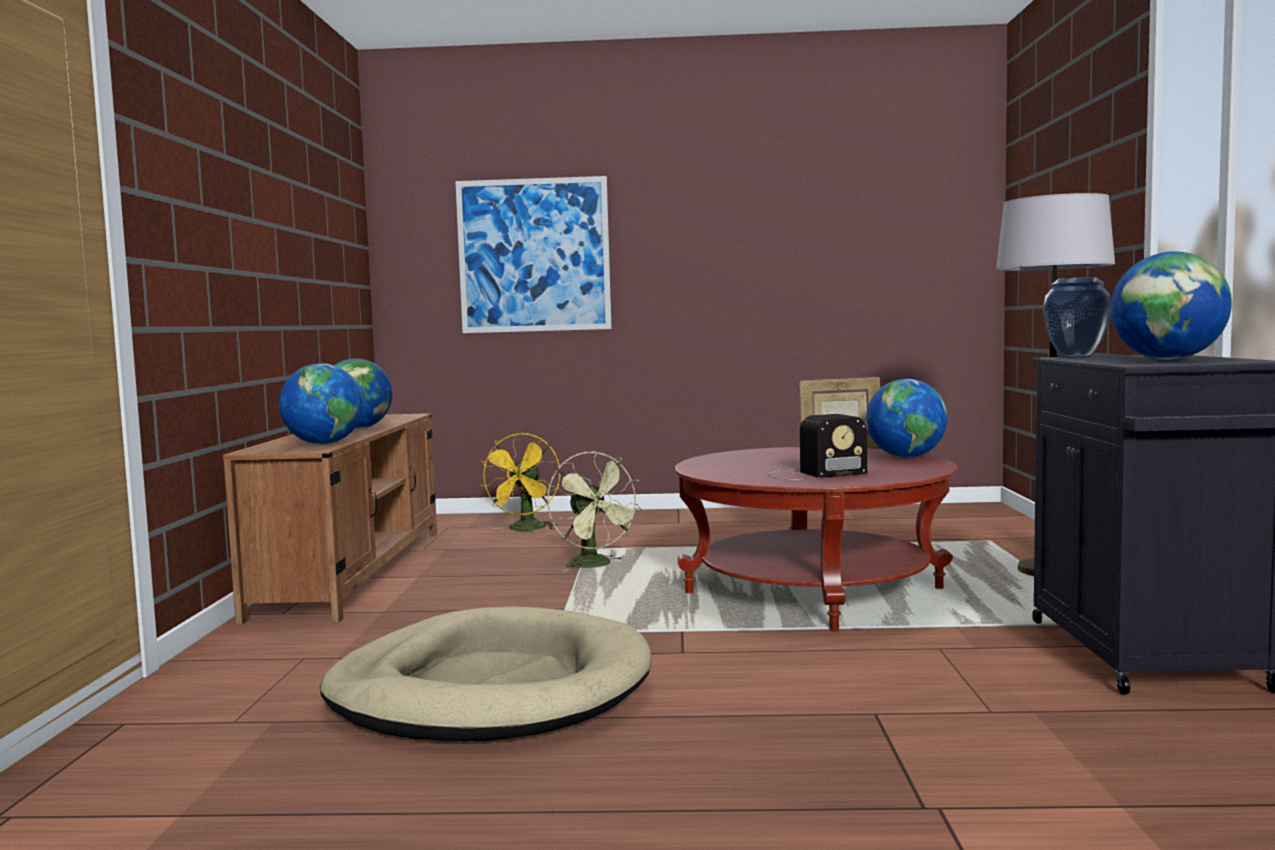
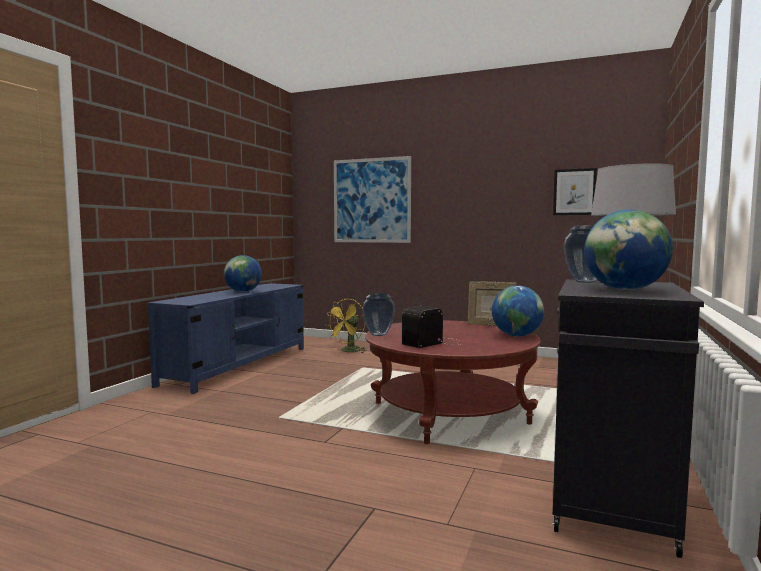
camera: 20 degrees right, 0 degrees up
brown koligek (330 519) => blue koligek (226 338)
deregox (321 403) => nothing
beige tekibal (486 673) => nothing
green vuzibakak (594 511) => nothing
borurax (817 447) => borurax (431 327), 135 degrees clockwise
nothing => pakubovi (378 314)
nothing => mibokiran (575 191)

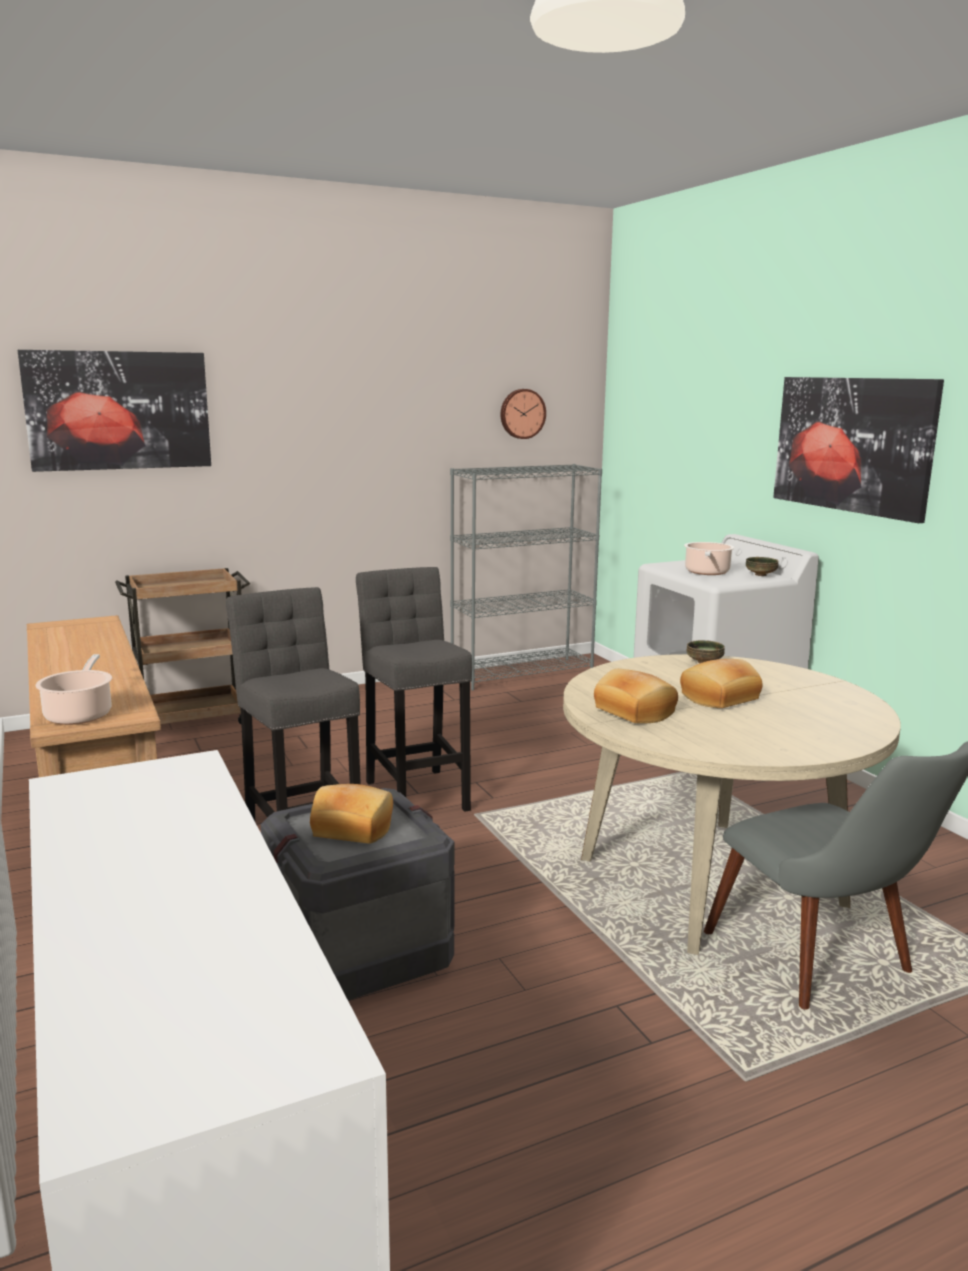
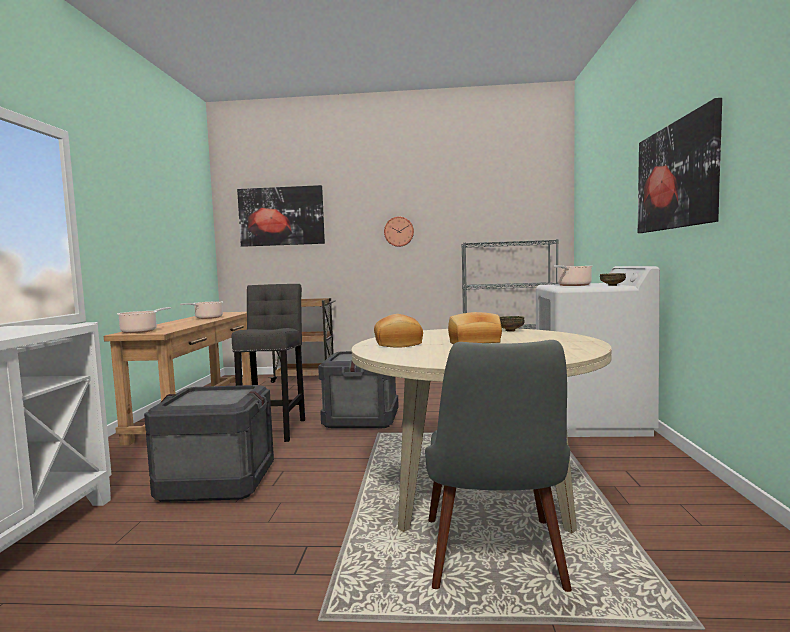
camera: 30 degrees right, 10 degrees down
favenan (351 814) => nothing
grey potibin (414 689) => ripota (358 389)
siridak (523 414) => siridak (399 232), moved
nothing => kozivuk (201 310)

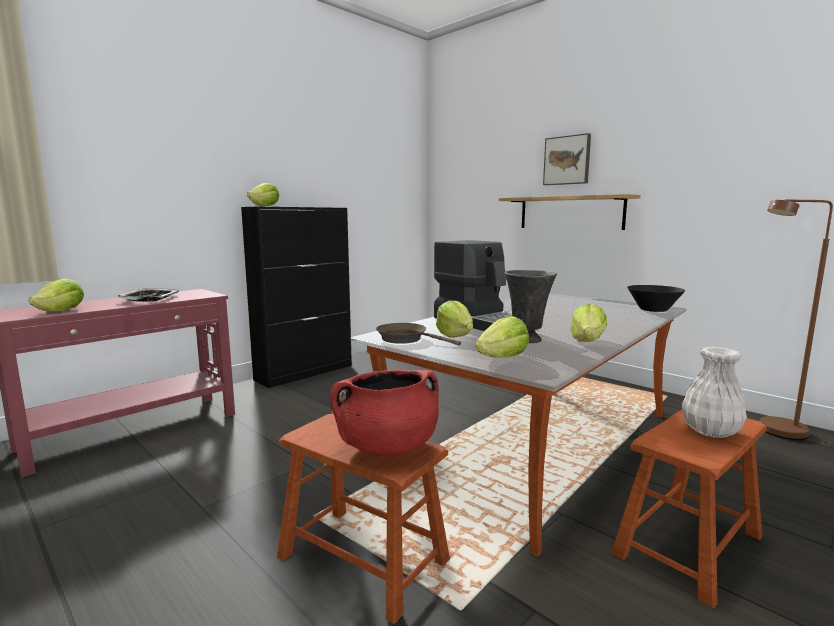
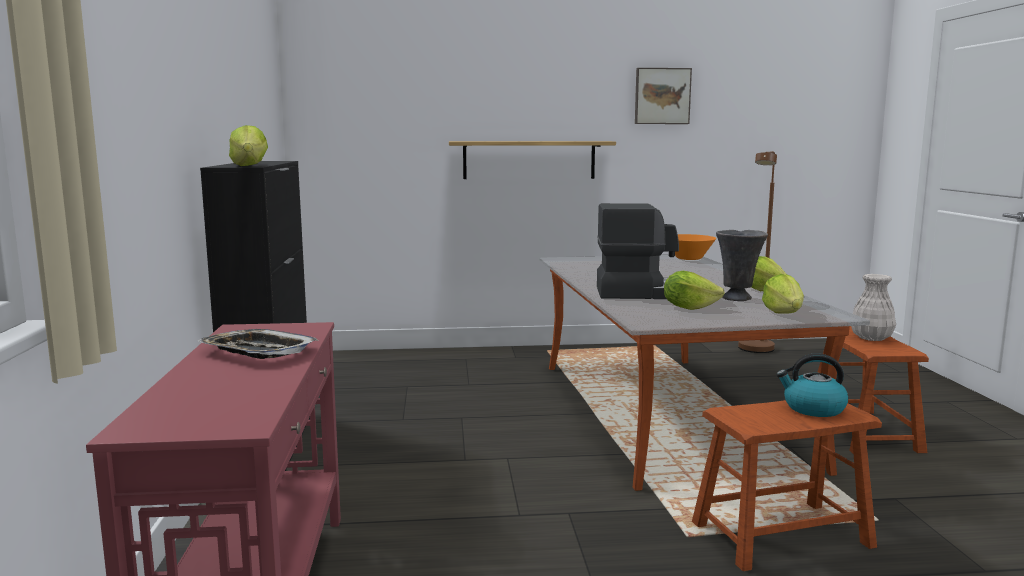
camera: 50 degrees left, 0 degrees up
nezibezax (56 295) => nothing
red kozivuk (384 413) => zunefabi (812 385)
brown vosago (418 334) => nothing
mibokiran (567 159) => mibokiran (663 96), moved
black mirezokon (656 298) => orange mirezokon (695 247)

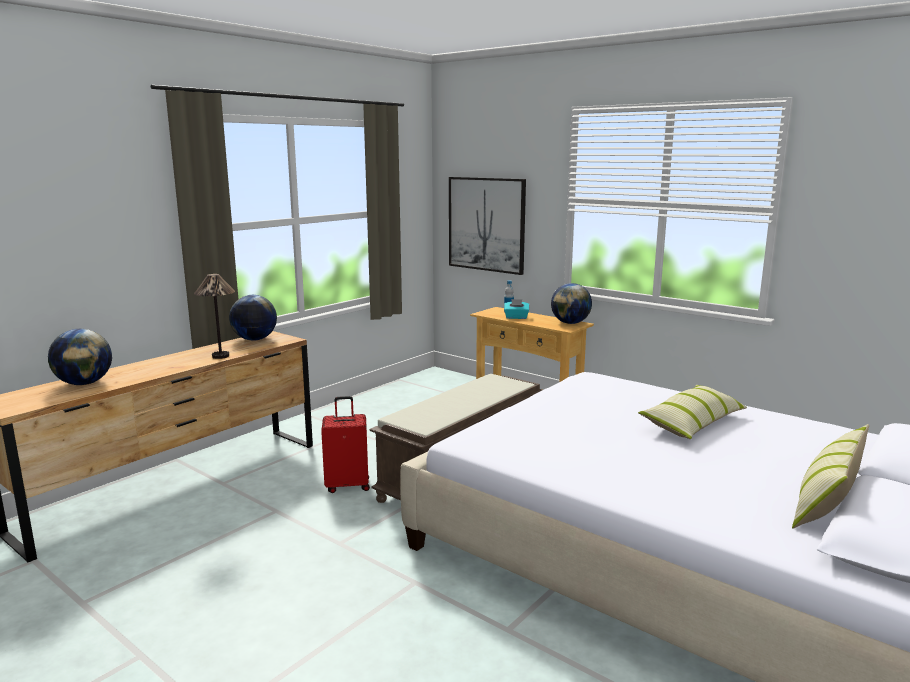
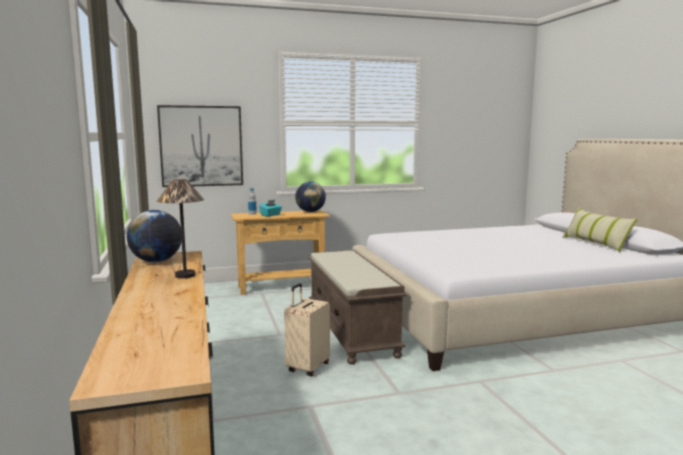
camera: 55 degrees left, 5 degrees down
deregox (80 357) => nothing
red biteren (345 444) => beige biteren (307 330)
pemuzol (692 412) => nothing

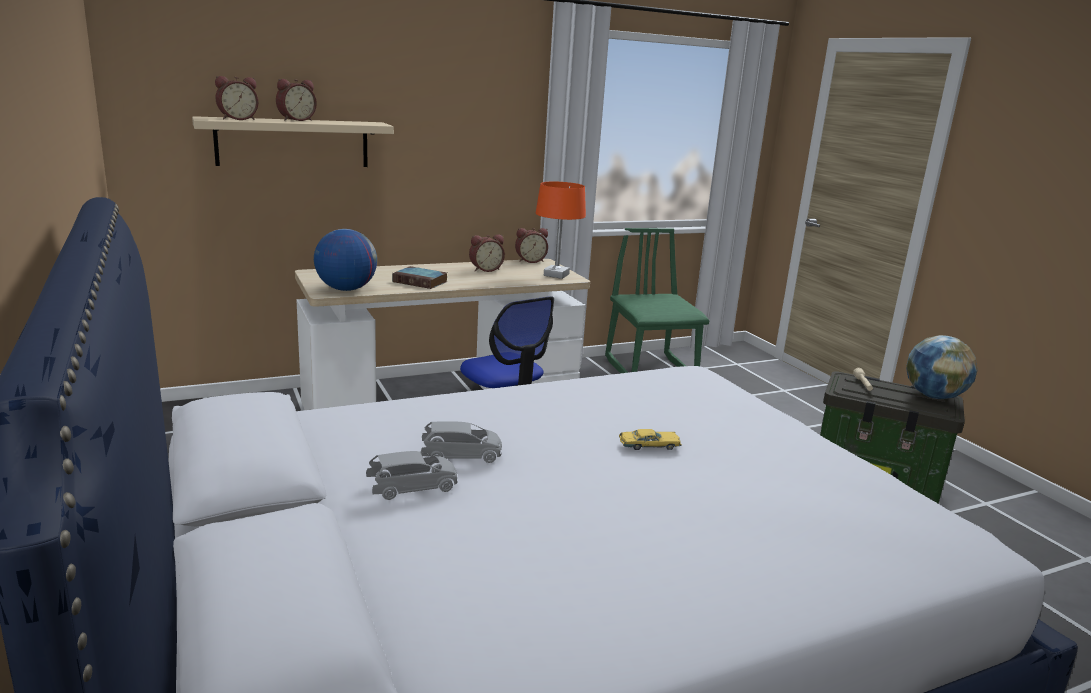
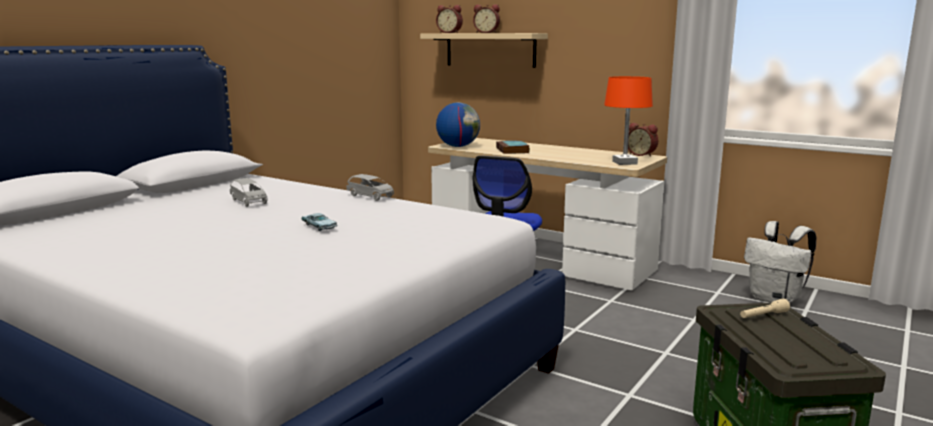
camera: 60 degrees right, 5 degrees down
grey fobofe (412 475) => grey fobofe (370 187), moved
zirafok (487 253) => nothing
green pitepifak (657 300) => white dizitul (780 262)
yellow fobofe (650 439) => blue fobofe (320 222)
deregox (941 367) => nothing

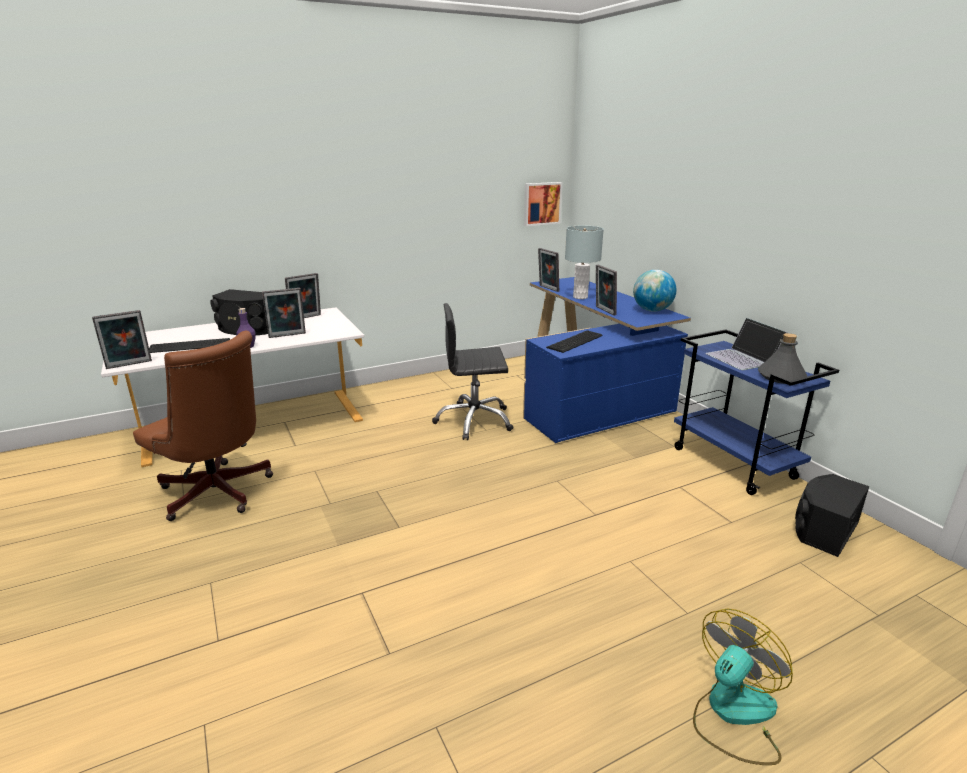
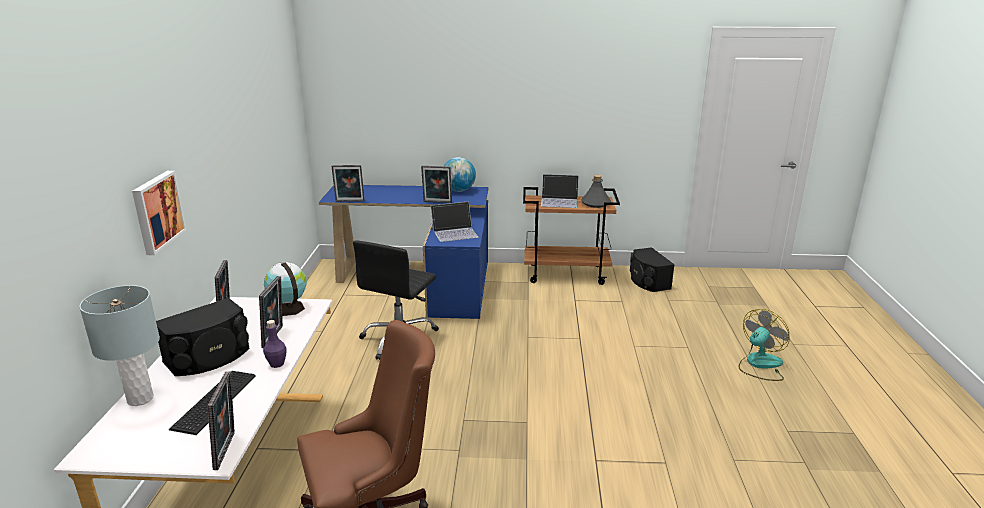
camera: 60 degrees left, 0 degrees up
mibokiran (543 204) => mibokiran (159 213), moved
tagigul (574 341) => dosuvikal (454 222)
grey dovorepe (584 262) => grey dovorepe (119 345), moved
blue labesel (756 412) => brown labesel (571 236)
vuzibakak (743 687) => vuzibakak (764 345), 60 degrees clockwise
nothing => deregox (285 289)

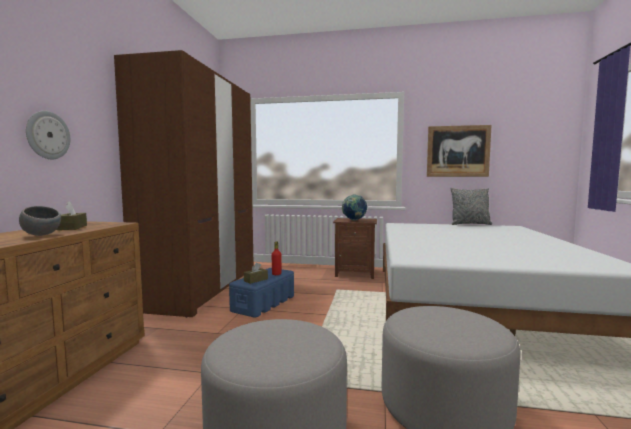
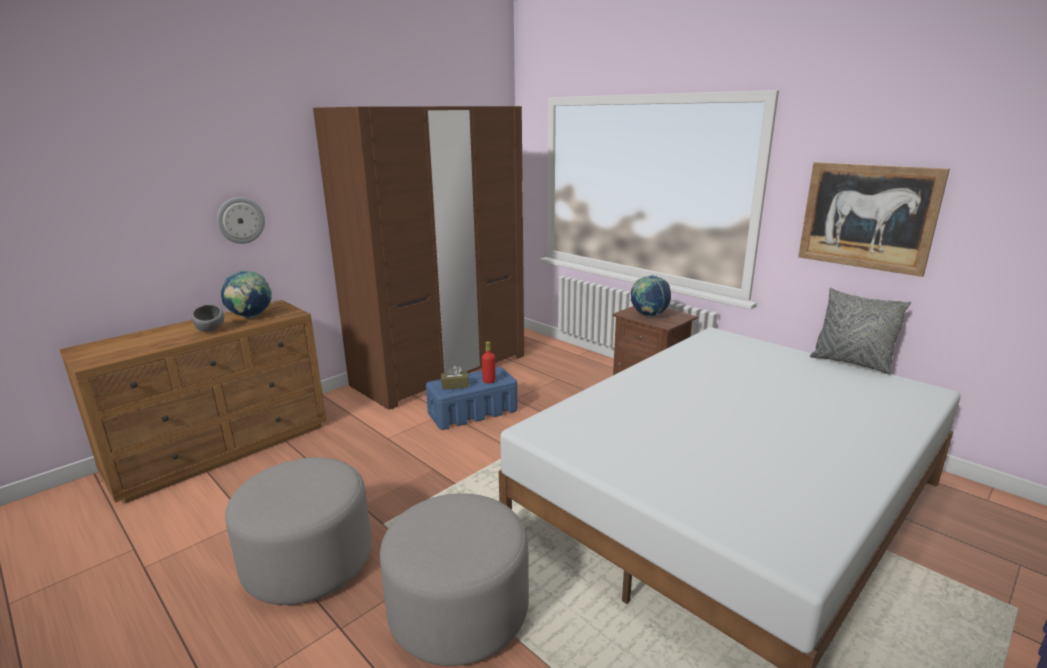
camera: 35 degrees right, 15 degrees up
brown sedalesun (71 216) => deregox (246 294)

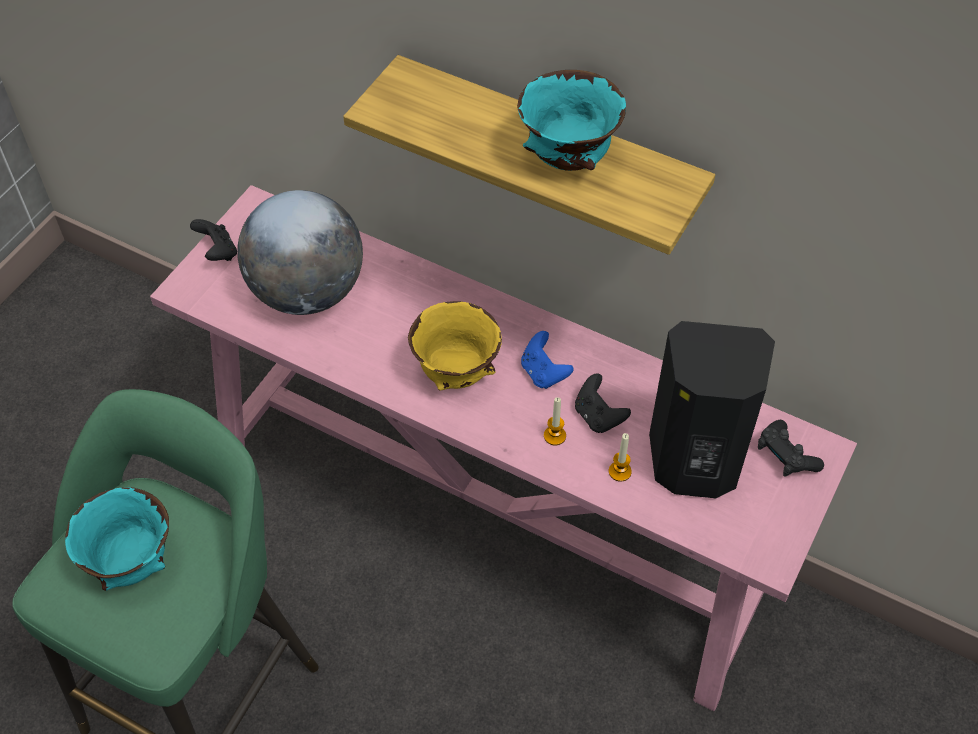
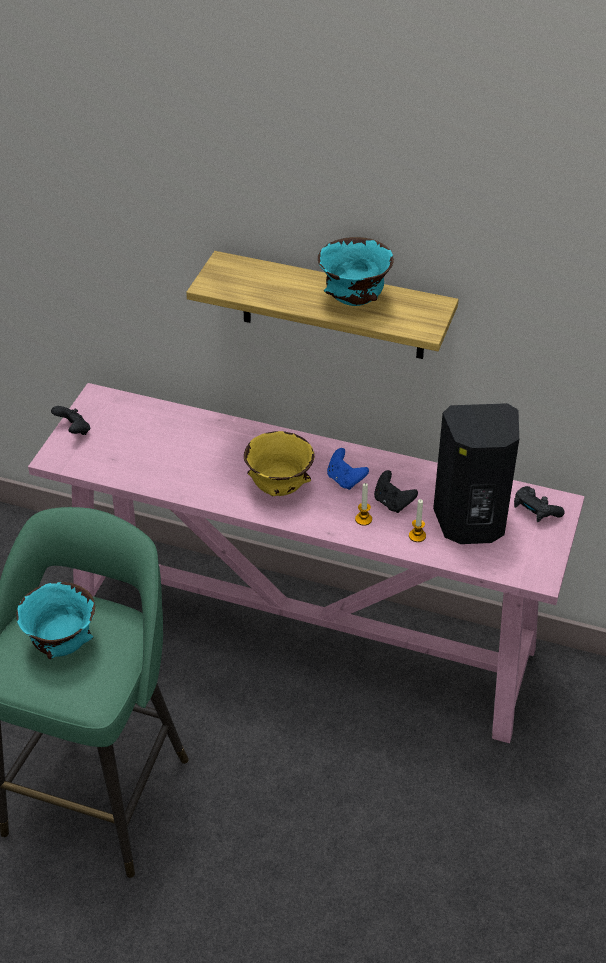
camera: 10 degrees left, 10 degrees down
deregox (300 252) => nothing

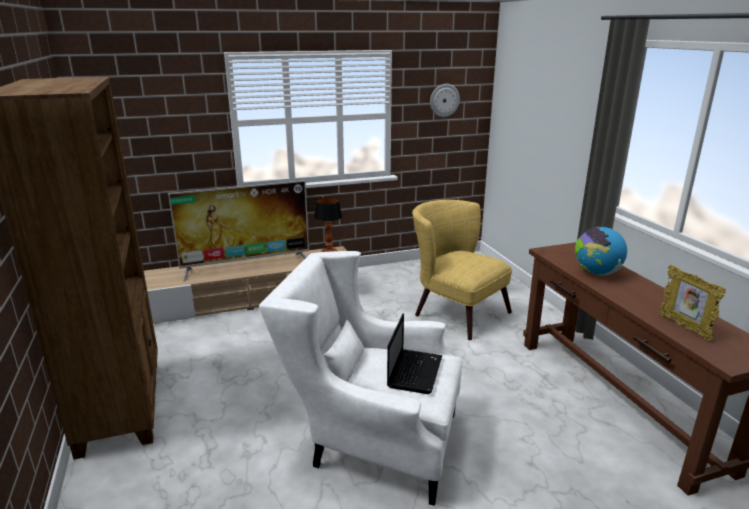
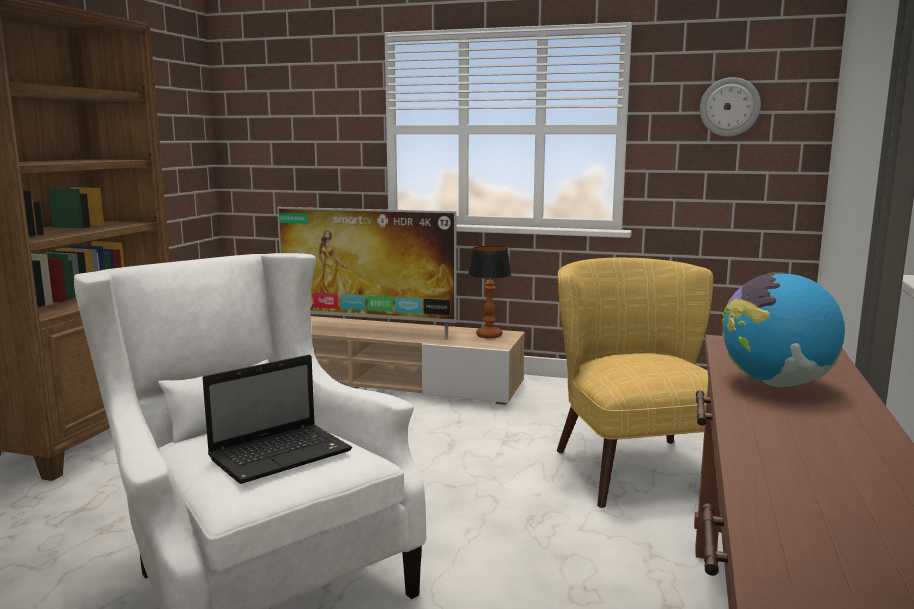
camera: 35 degrees right, 10 degrees down
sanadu (692 303) => nothing

